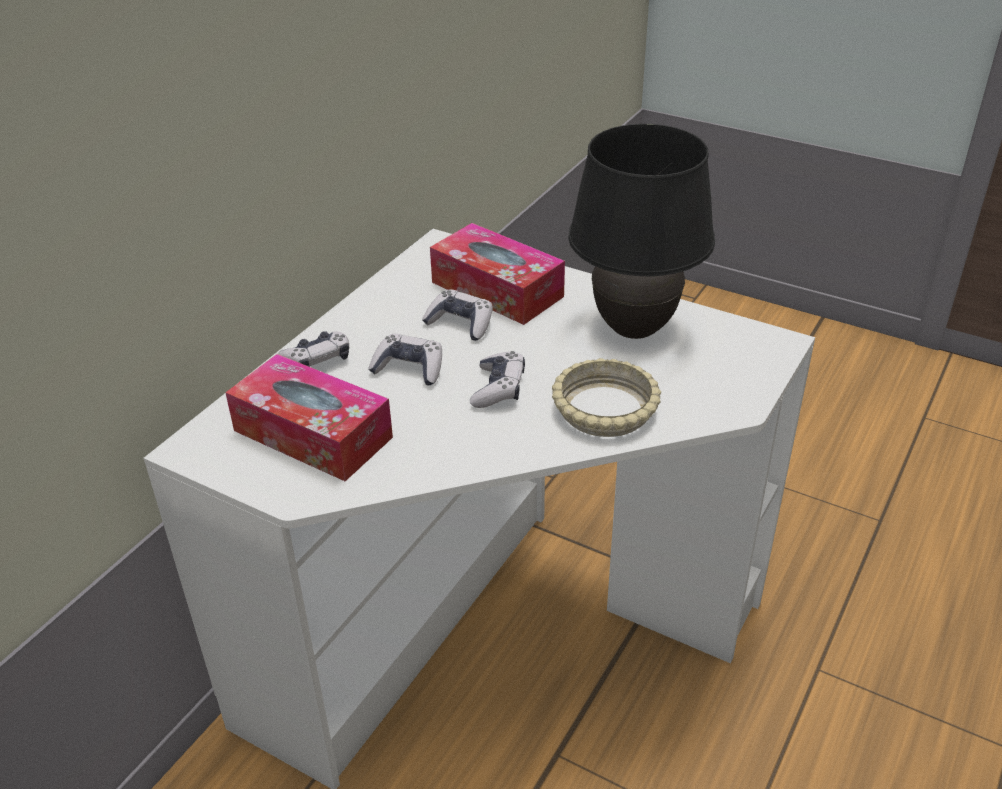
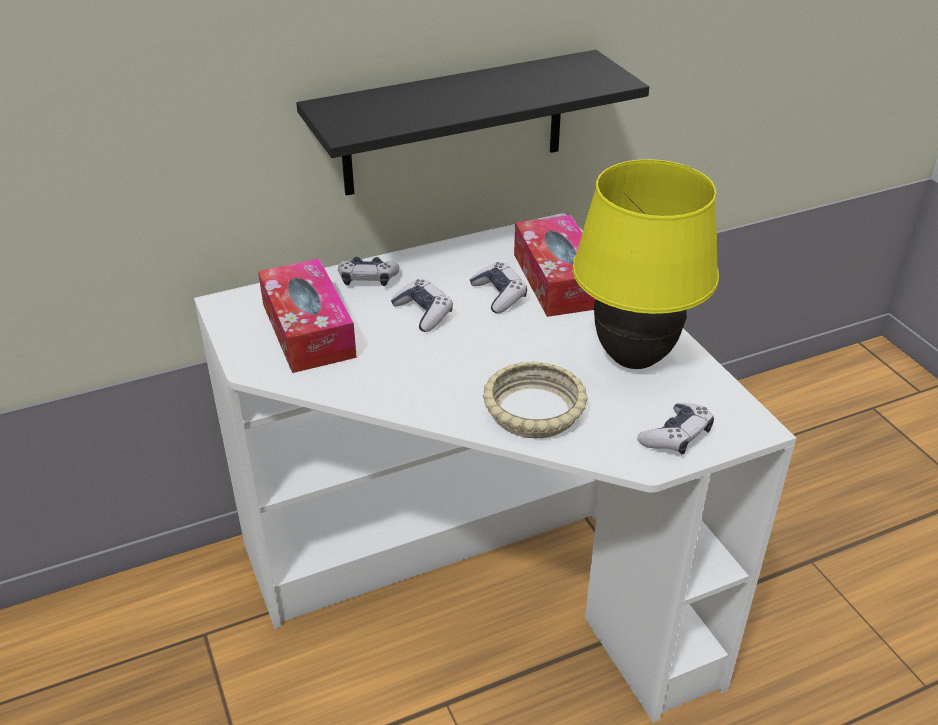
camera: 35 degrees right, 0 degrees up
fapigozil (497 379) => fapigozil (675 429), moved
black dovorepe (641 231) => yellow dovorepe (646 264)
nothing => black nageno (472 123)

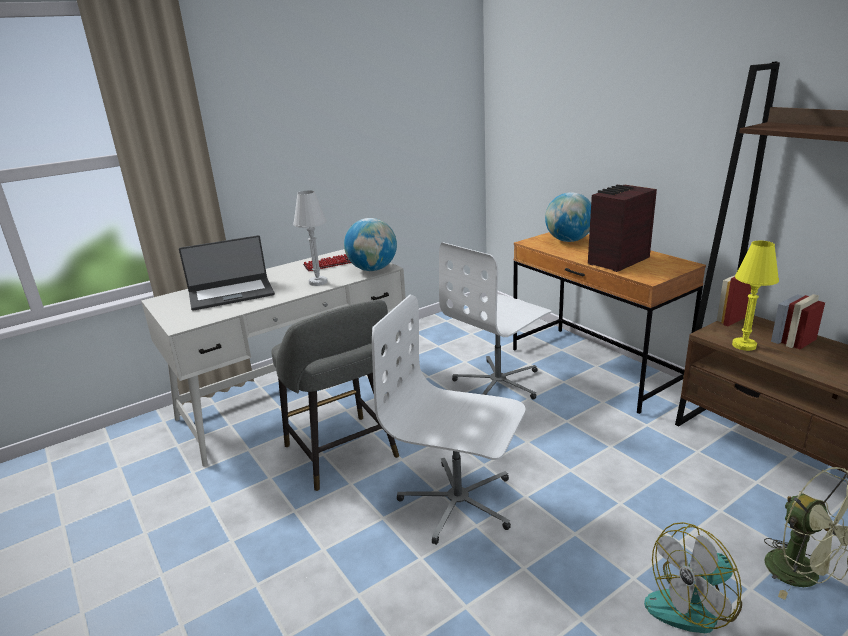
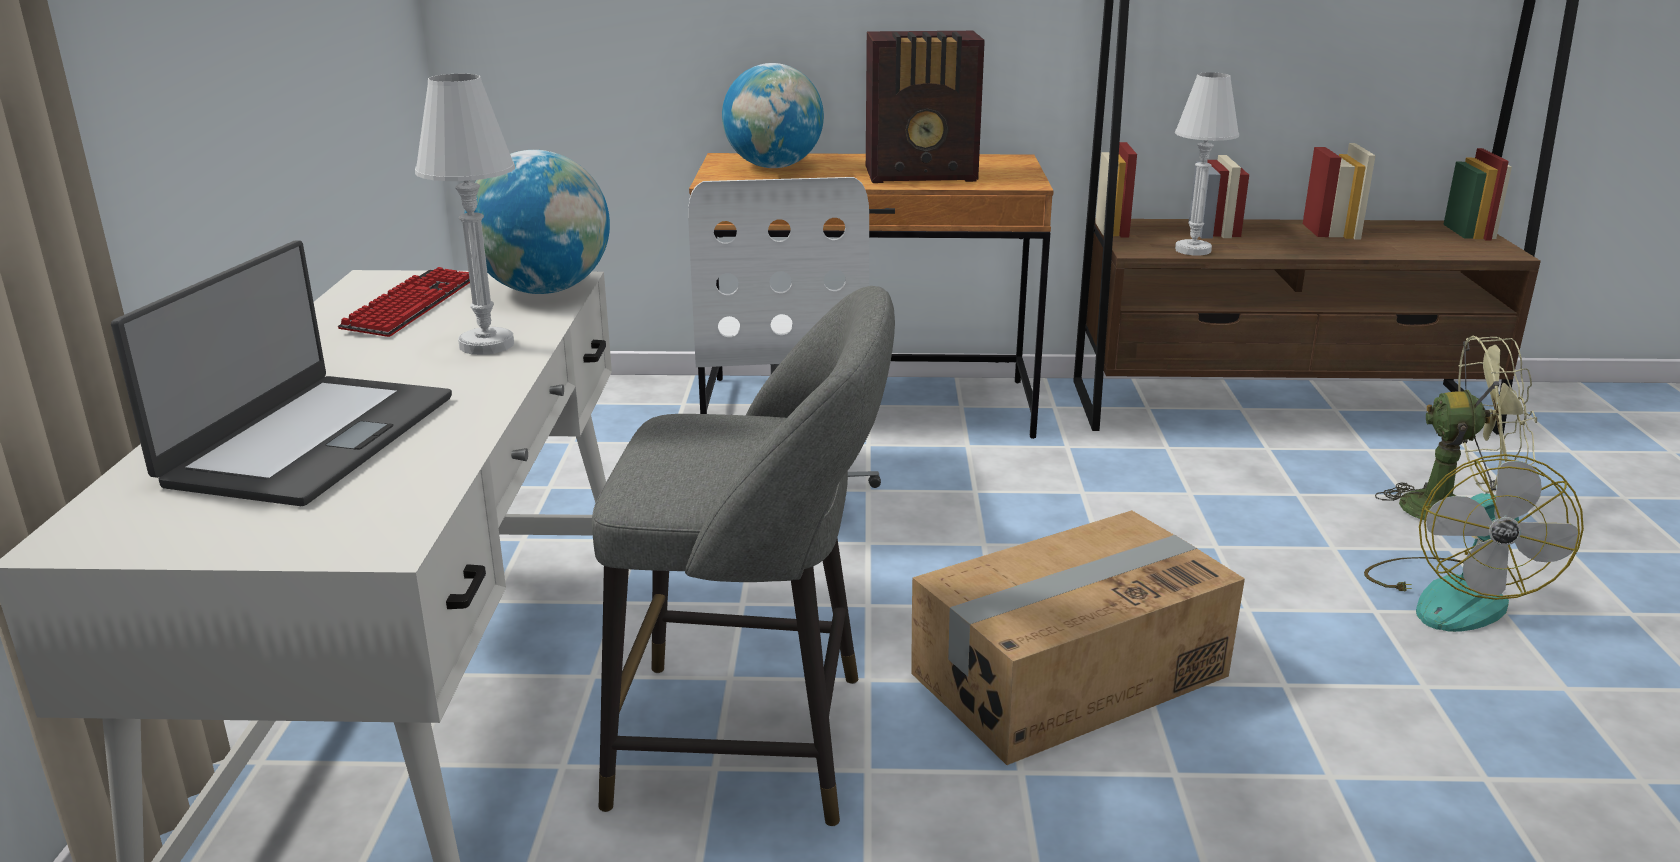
camera: 55 degrees left, 0 degrees up
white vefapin (448 420) => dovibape (1078 637)
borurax (622 228) => borurax (925 107), 90 degrees counterclockwise
yellow dovorepe (755 296) => white dovorepe (1207 164)

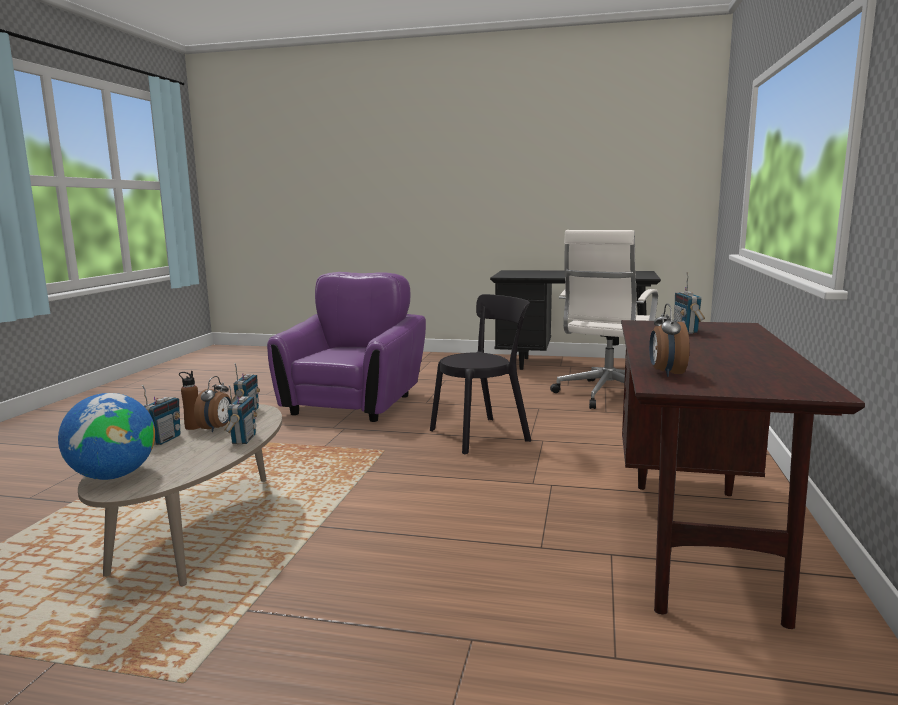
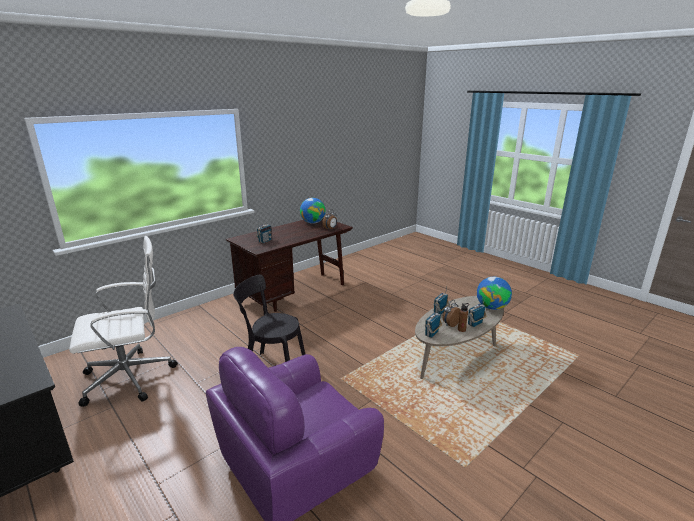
camera: 145 degrees left, 10 degrees up
nothing => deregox (313 211)

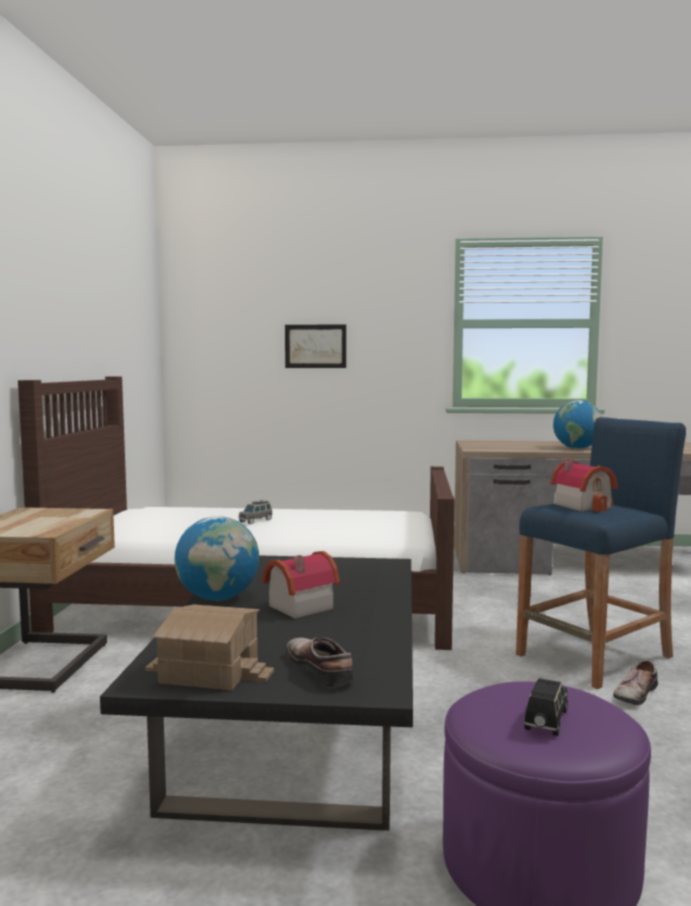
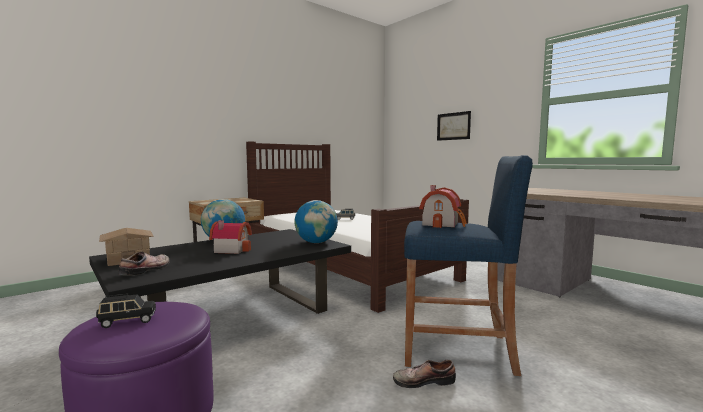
camera: 45 degrees right, 0 degrees up
deregox (578 424) => deregox (316 221), moved

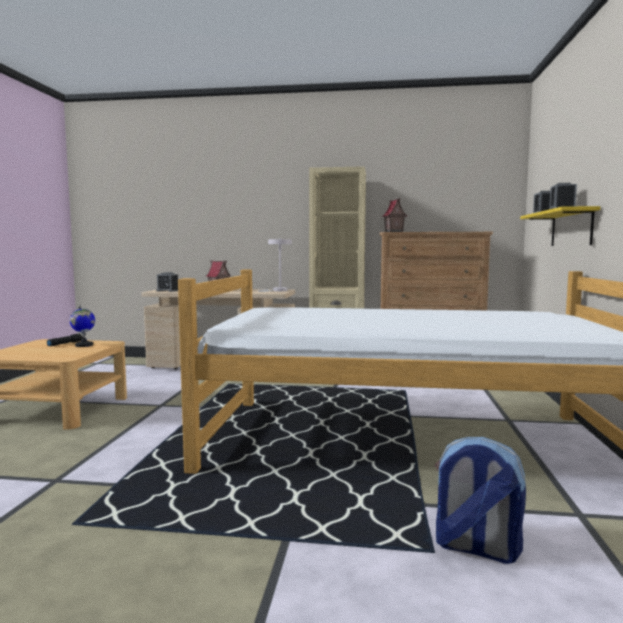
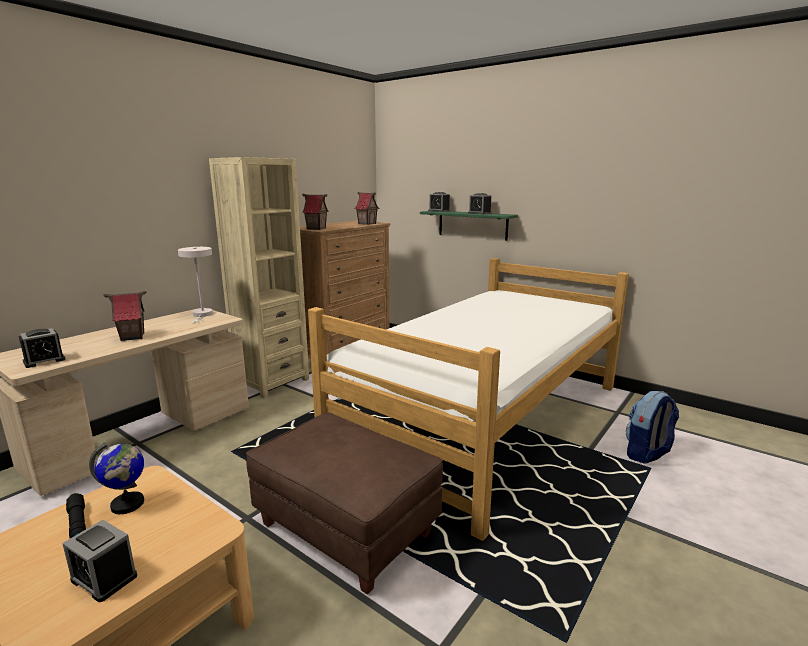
camera: 60 degrees left, 10 degrees up
yellow nageno (560 226) => green nageno (469 226)
nothing => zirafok (99 561)
nothing => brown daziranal (344 503)
nothing => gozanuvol (366 208)

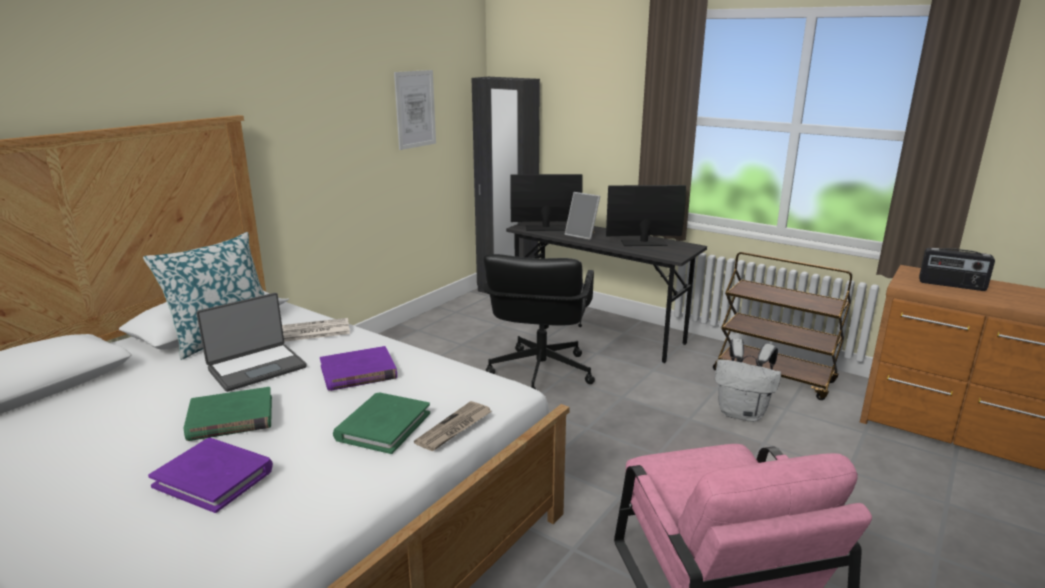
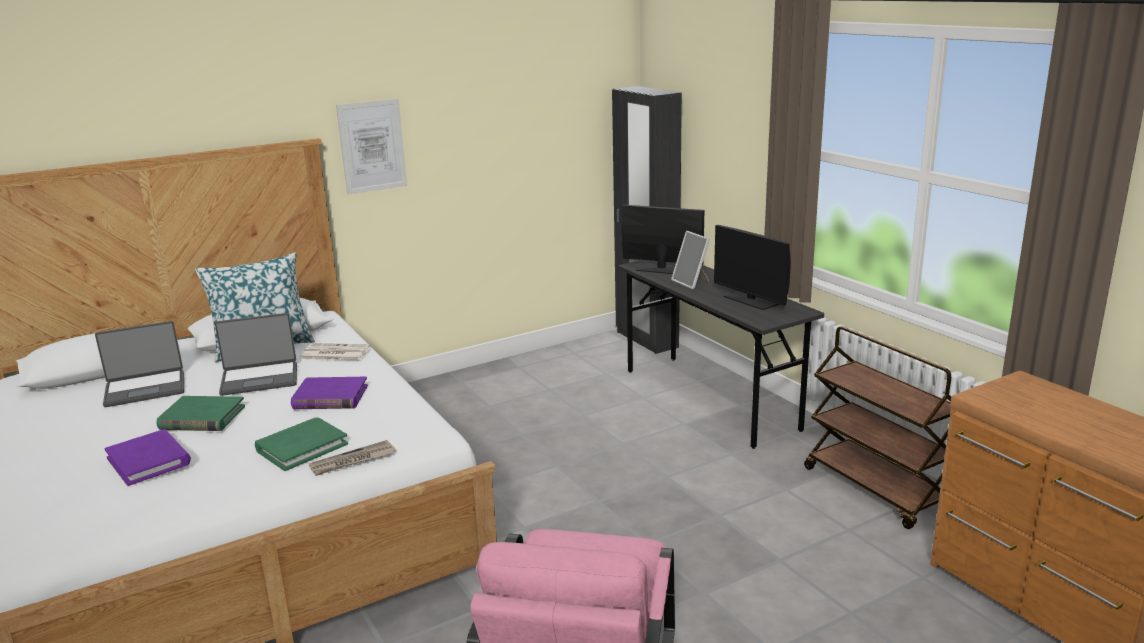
camera: 25 degrees right, 0 degrees up
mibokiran (415 110) => mibokiran (371 146), moved
black vefapin (539 322) => nothing
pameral (646 215) => pameral (752 267), 150 degrees counterclockwise
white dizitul (748 380) => nothing
borurax (957 269) => nothing
nothing => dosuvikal (139 364)

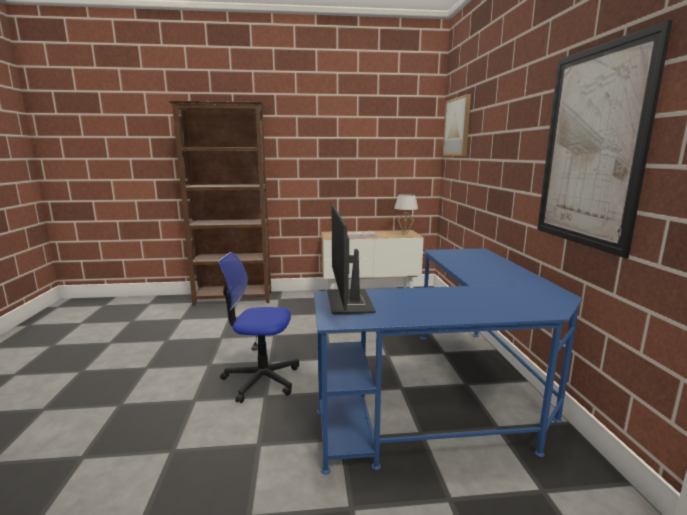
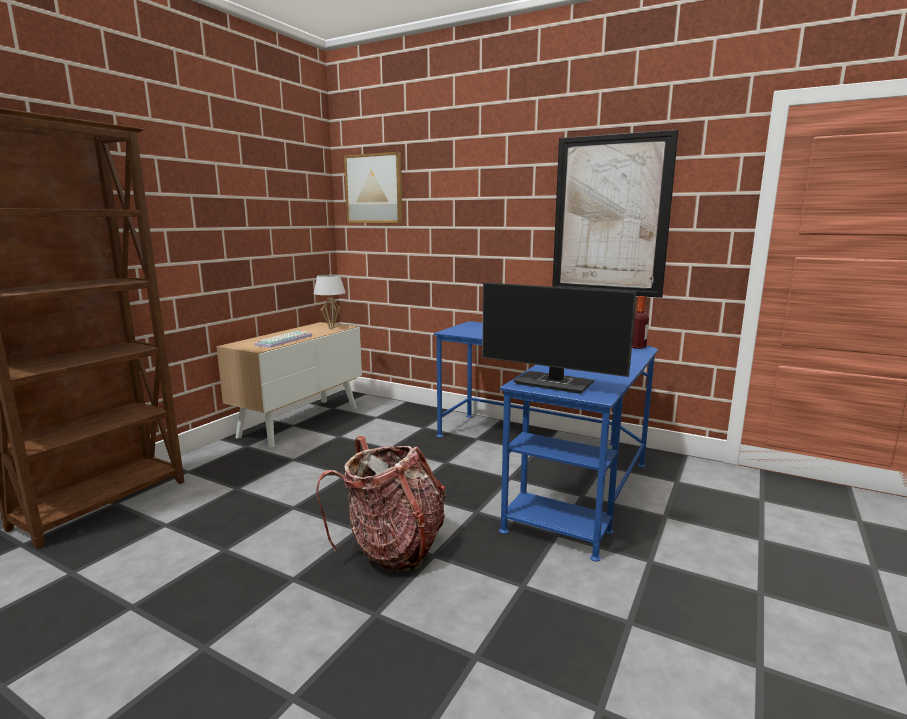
camera: 55 degrees left, 0 degrees up
vefapin (258 327) => dizitul (381 504)
nothing => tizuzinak (640 322)

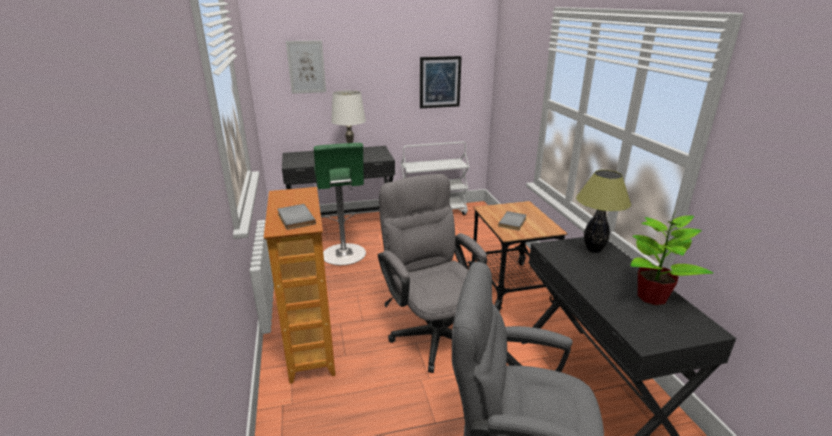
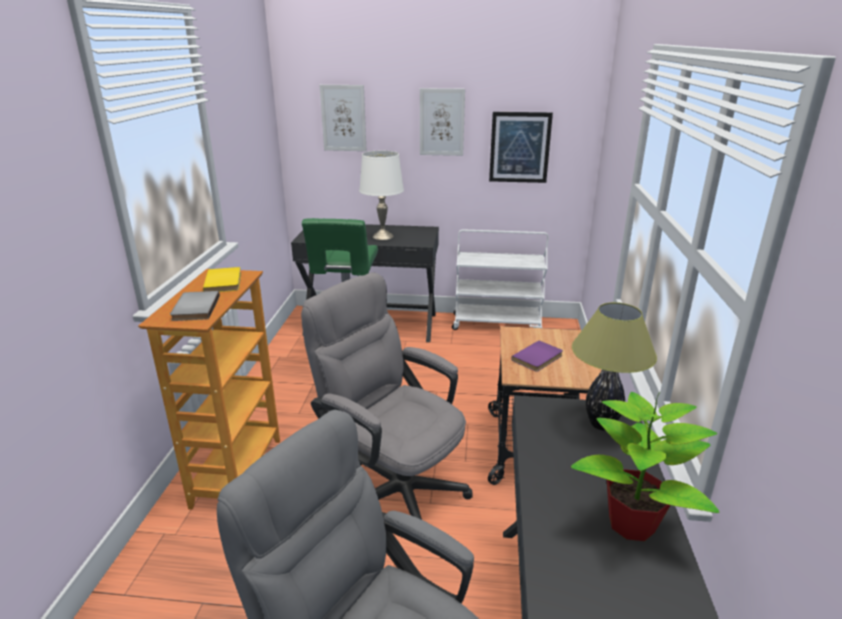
camera: 20 degrees right, 0 degrees up
grey vefapin (432 273) => grey vefapin (387 396), 45 degrees counterclockwise
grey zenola (512 220) => purple zenola (537 356)
nothing => yellow zenola (222 279)
nothing => mibokiran (442 122)

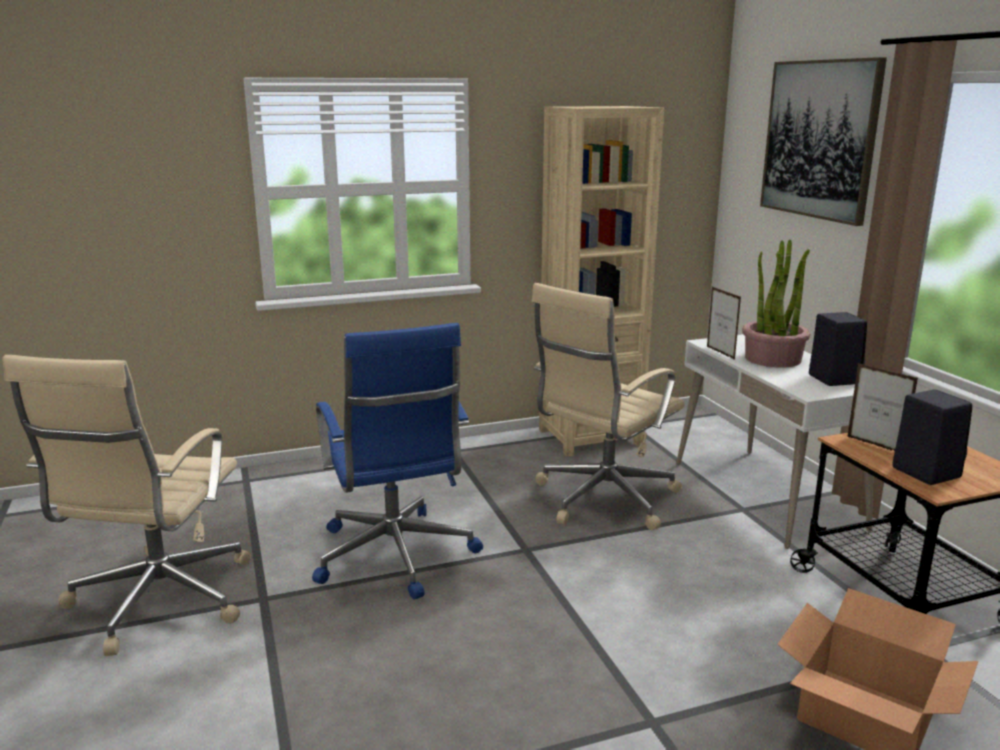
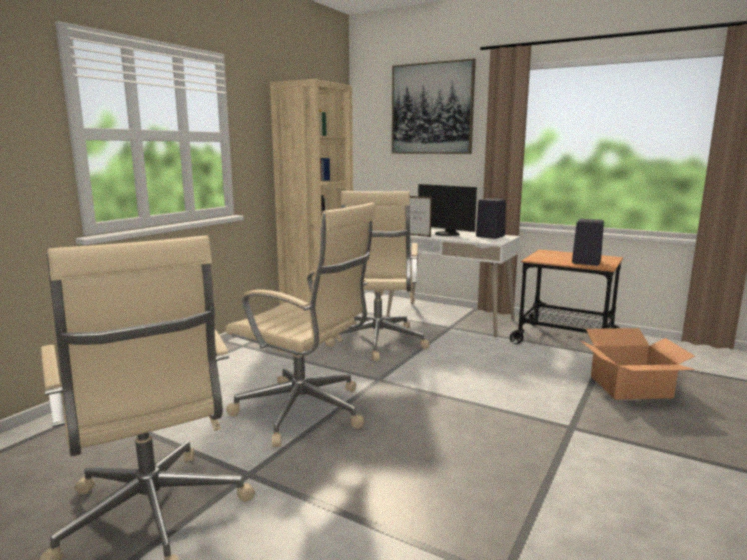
camera: 40 degrees left, 5 degrees down
blue vefapin (397 461) => beige vefapin (301 324)
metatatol (776 303) => pameral (447 210)
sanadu (882 407) => nothing

